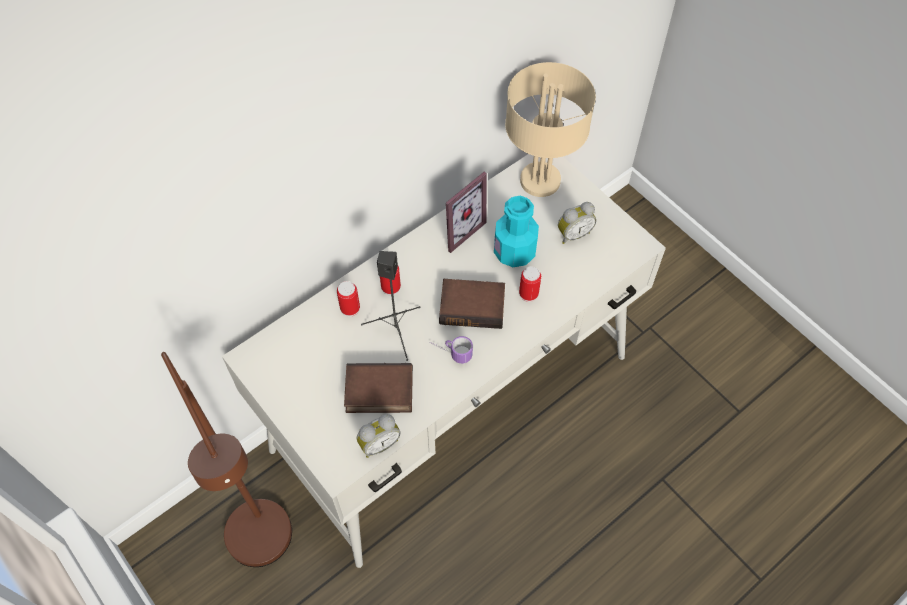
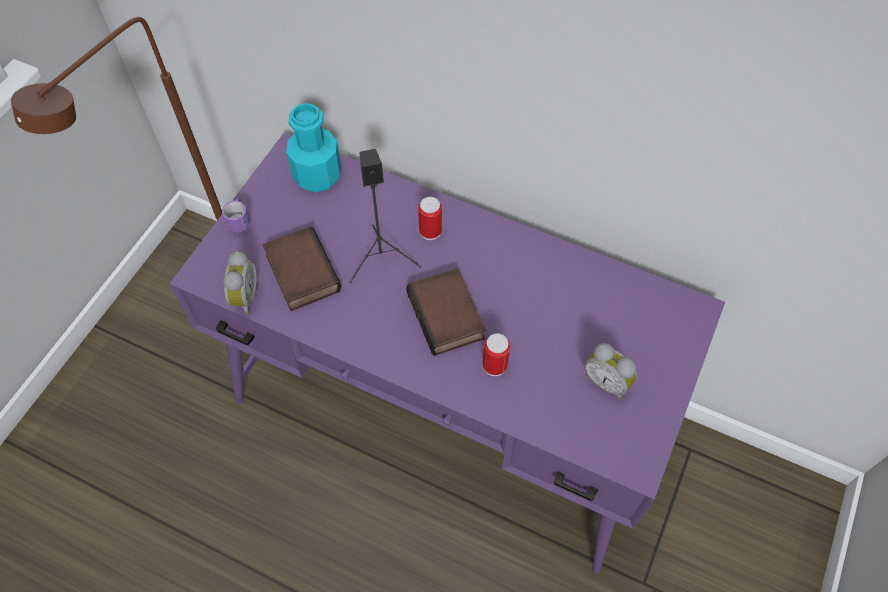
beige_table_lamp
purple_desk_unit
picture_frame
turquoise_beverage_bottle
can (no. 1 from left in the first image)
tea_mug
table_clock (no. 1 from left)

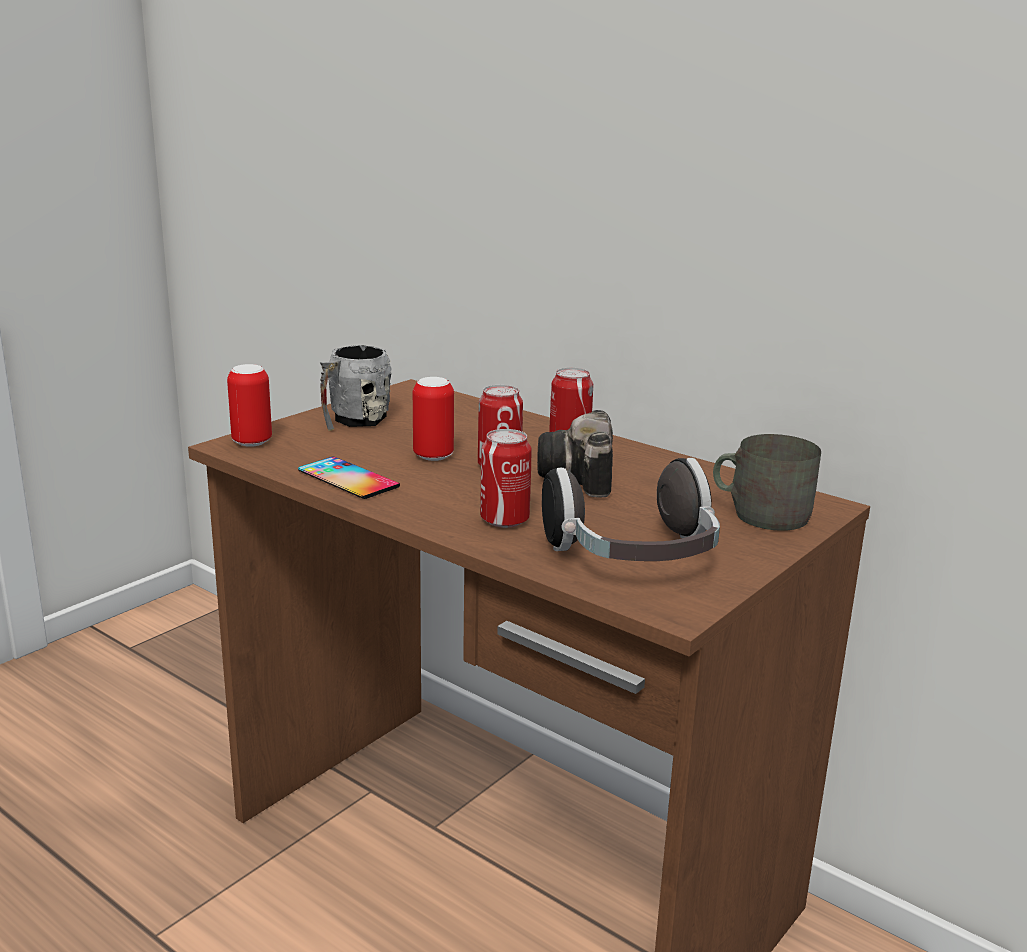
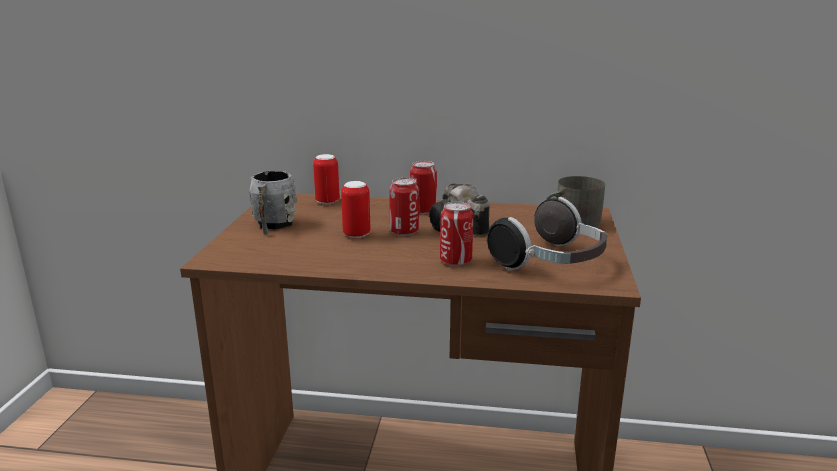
can (no. 1 from left)
handset

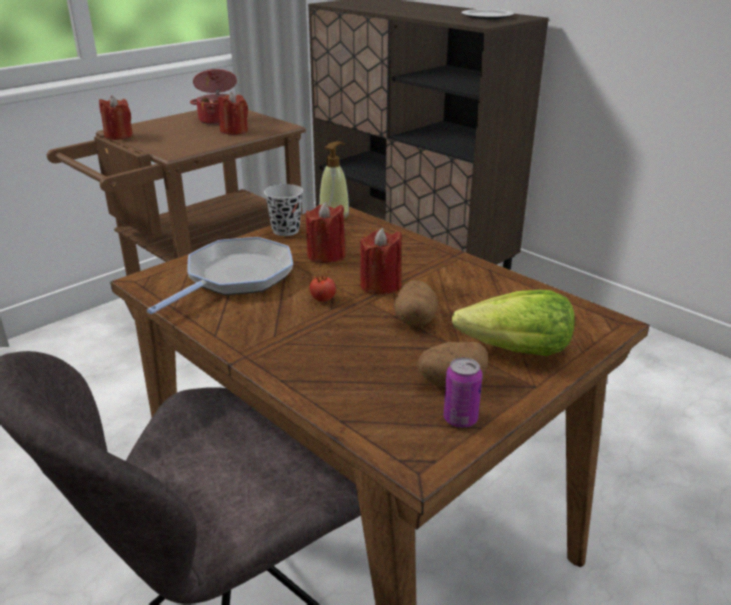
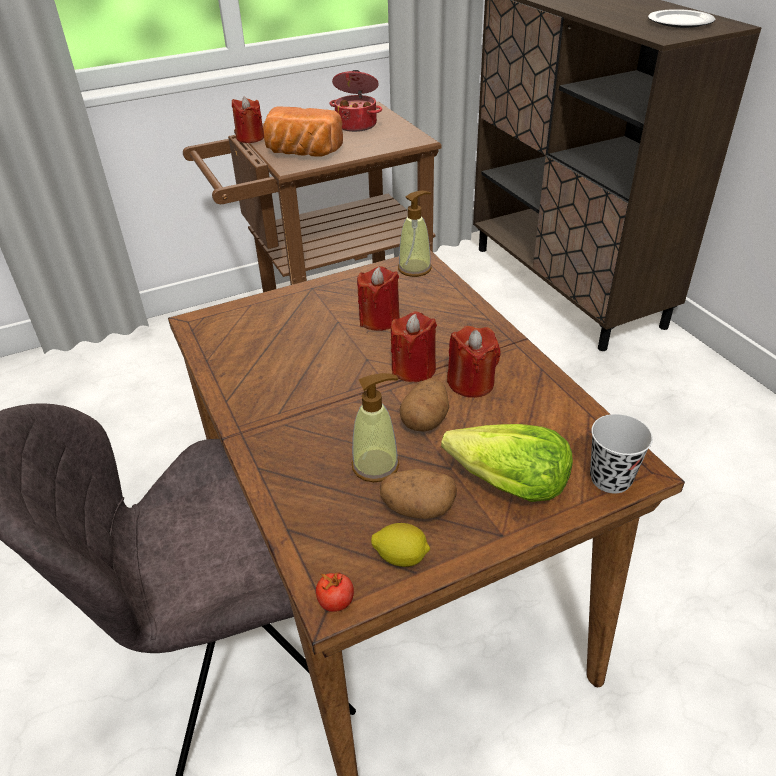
reddish_wax_candle (no. 4 from left)
blackish_drinking_cup
pan
tomato
citrus_fruit
bread
soap_dispenser (no. 1 from left)

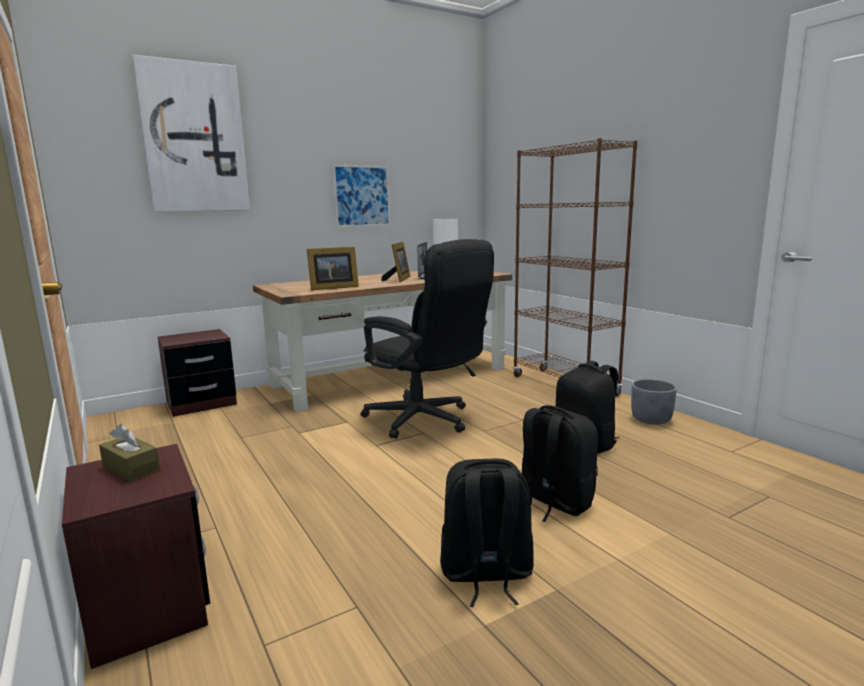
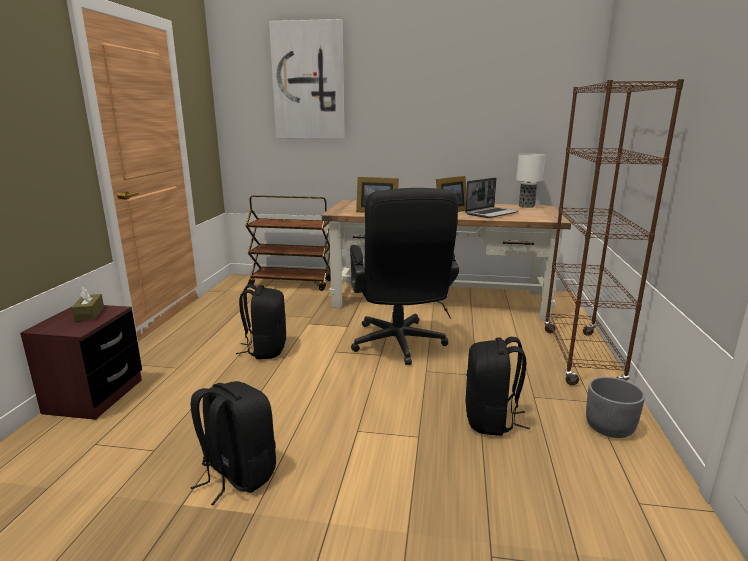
picture (no. 2 from left in the first image)
brown_wheeled_cart
blackish_backpack (no. 2 from left)

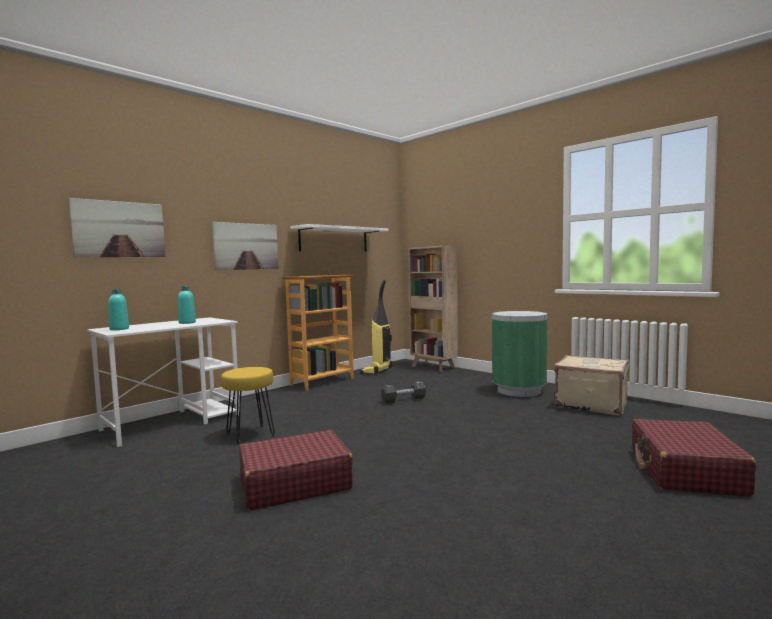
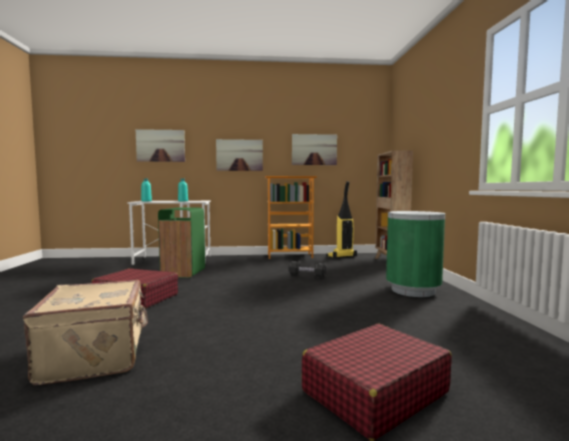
picture (no. 3 from left)
beige_suitcase
green_waste_bin (no. 1 from left)

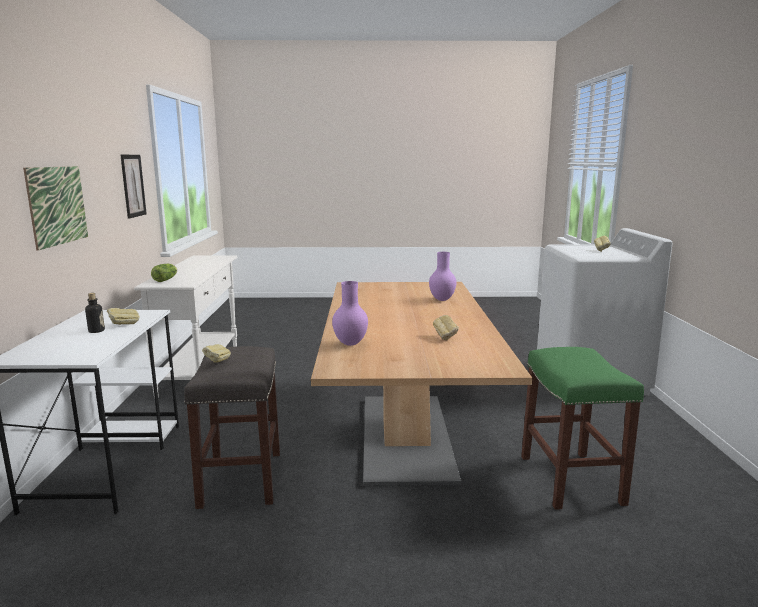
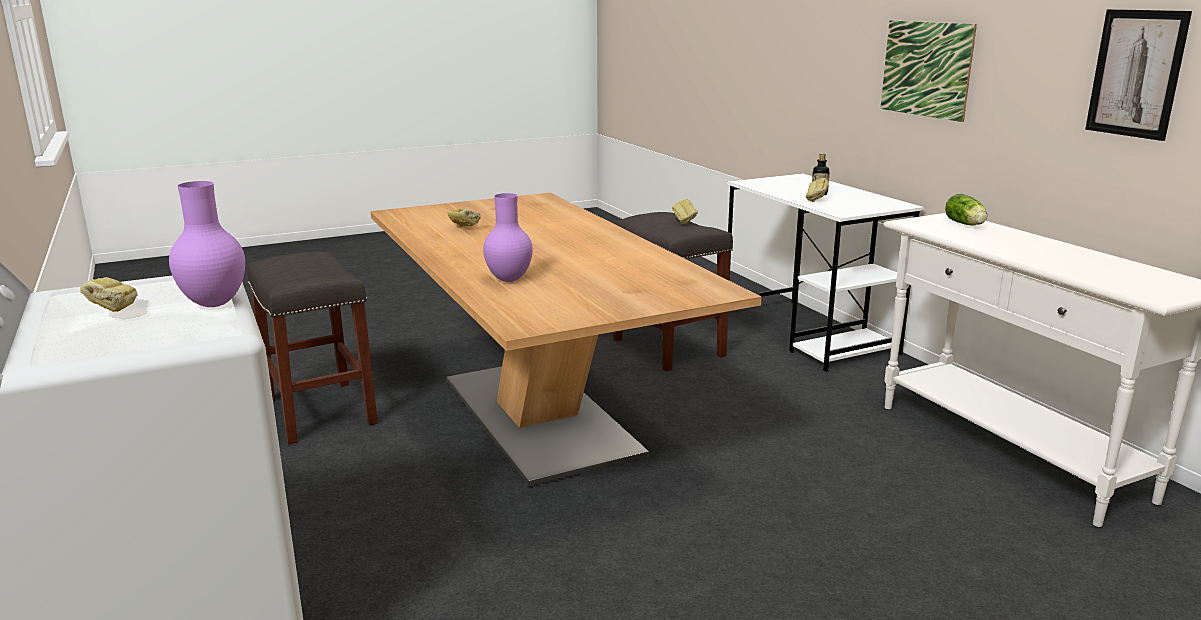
purple_flower_vase (no. 1 from left)
greyish_stool_seat (no. 1 from left)

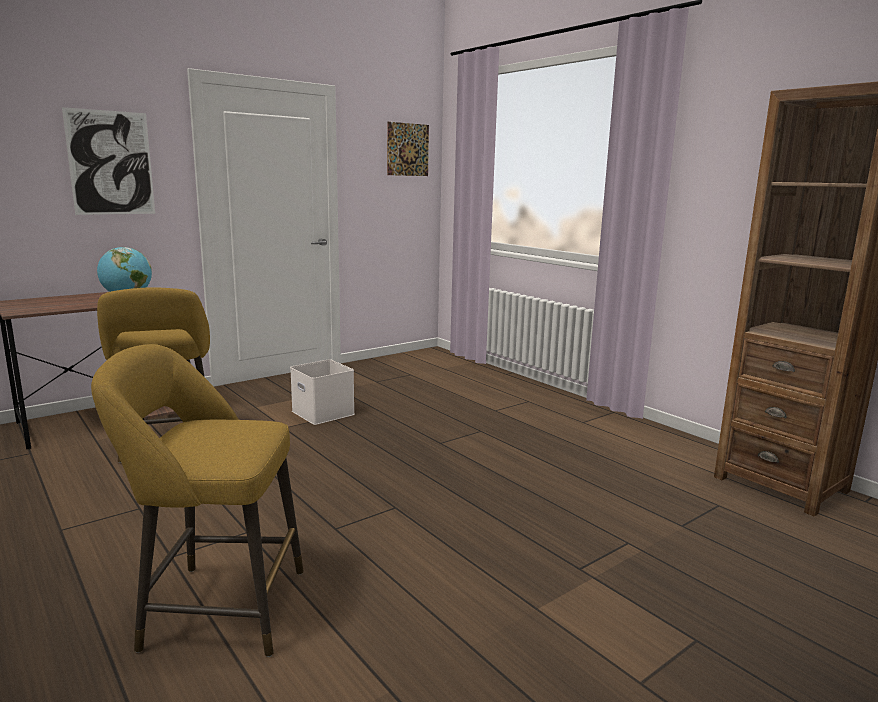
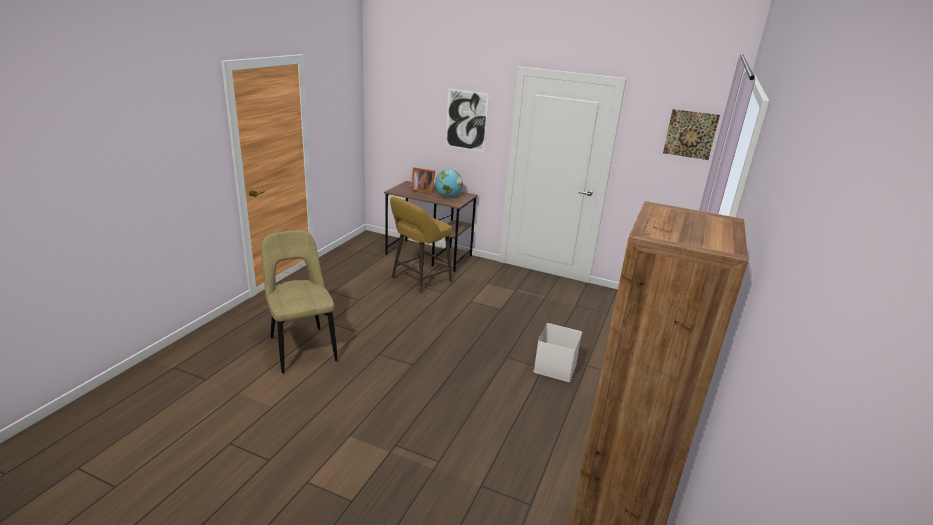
beige_chair
whitish_storage_container
picture_frame

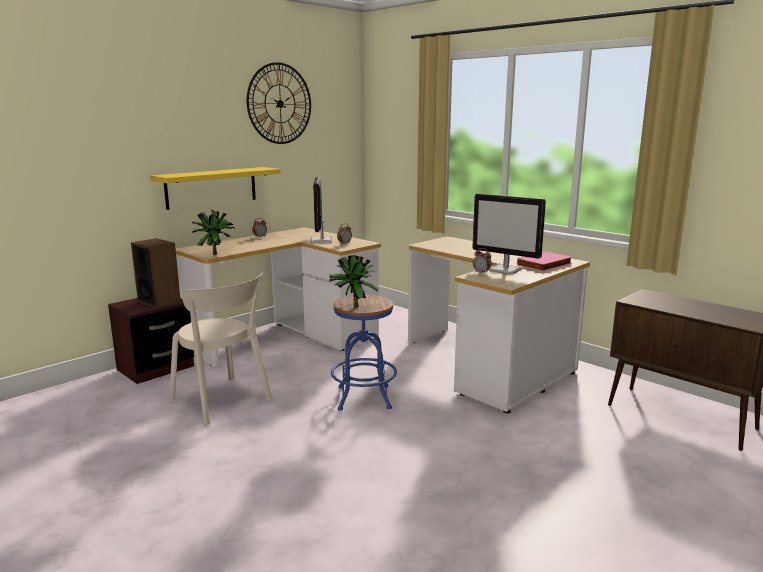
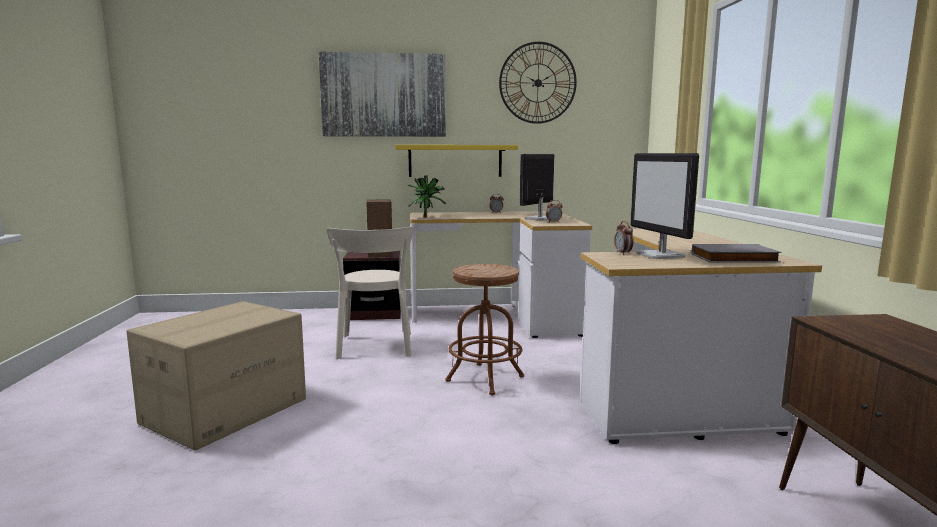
greyish_book
houseplant (no. 2 from left in the first image)
brown_stool_seat
picture
cardboard_box

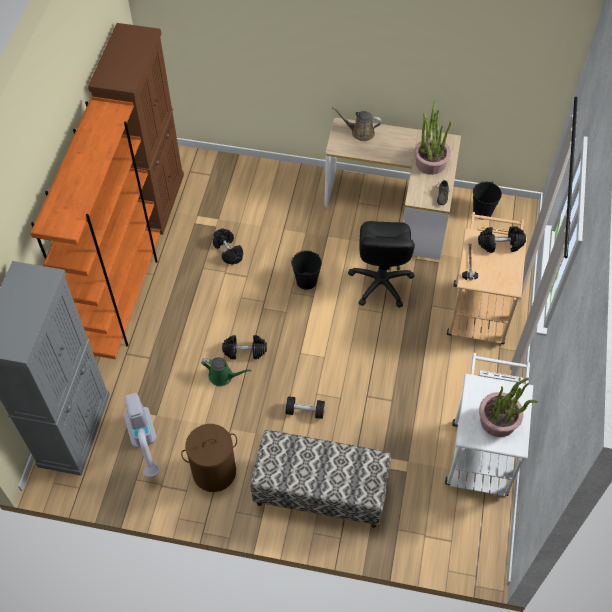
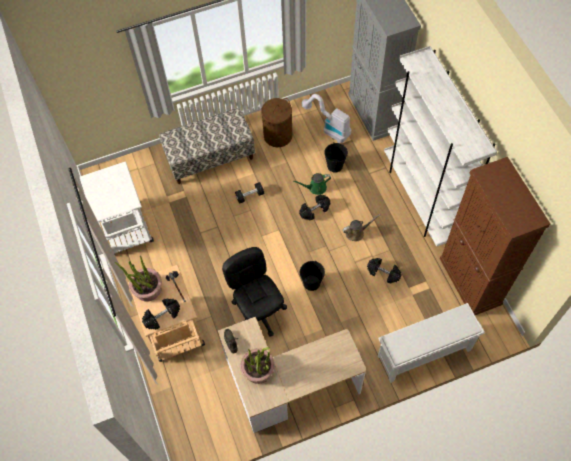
whitish_bookshelf
brown_sprinkling_can
blackish_pail (no. 2 from left)
houseplant (no. 1 from left)
whitish_shoe_rack

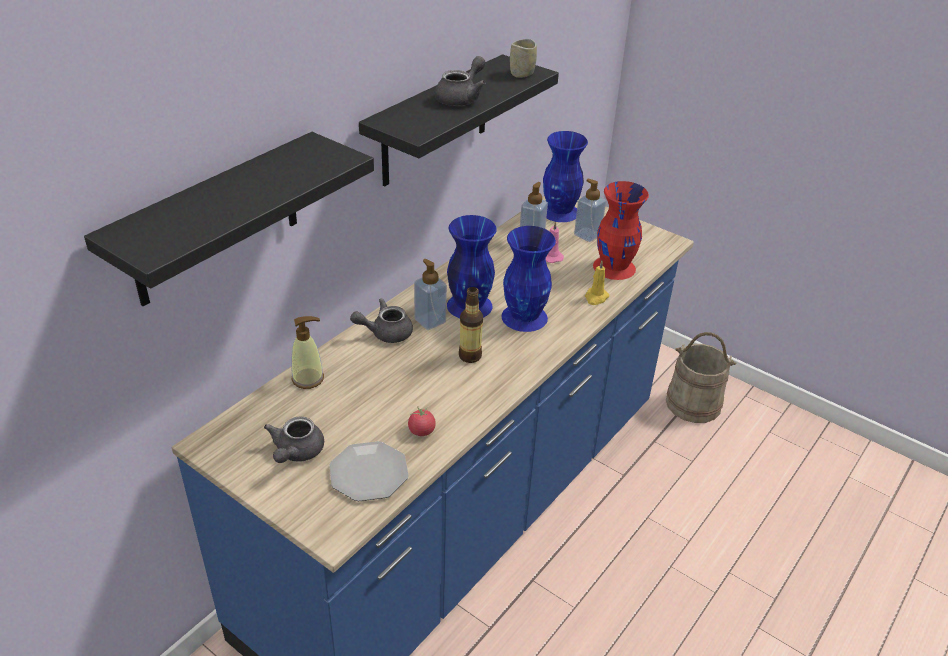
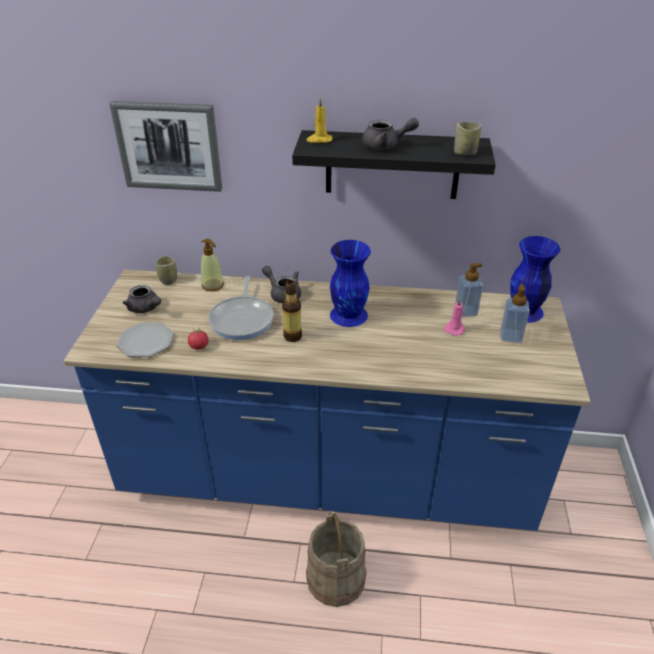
picture
reddish_flower_vase
bluish_flower_vase (no. 2 from left in the first image)
soap_dispenser (no. 2 from left in the first image)
yellow_wax_candle
beige_pail
greyish_teapot (no. 1 from left)
drinking_cup (no. 1 from left)
pan

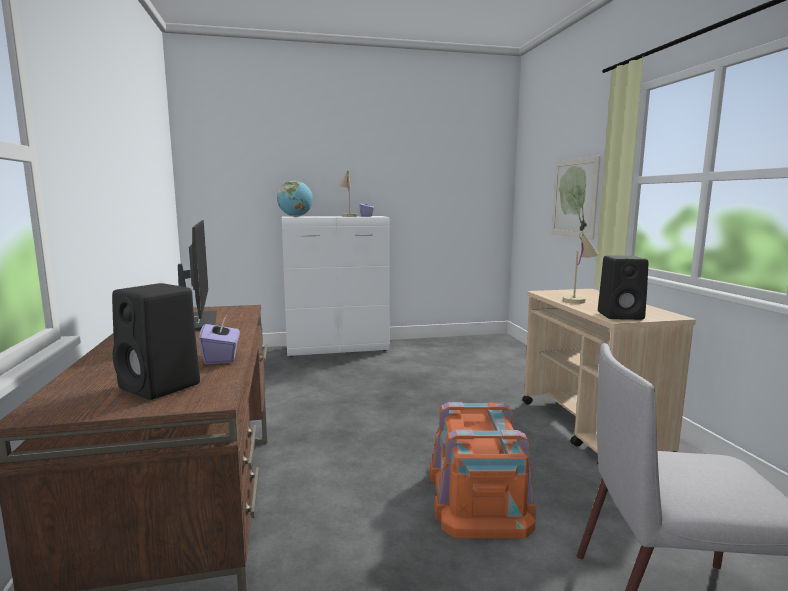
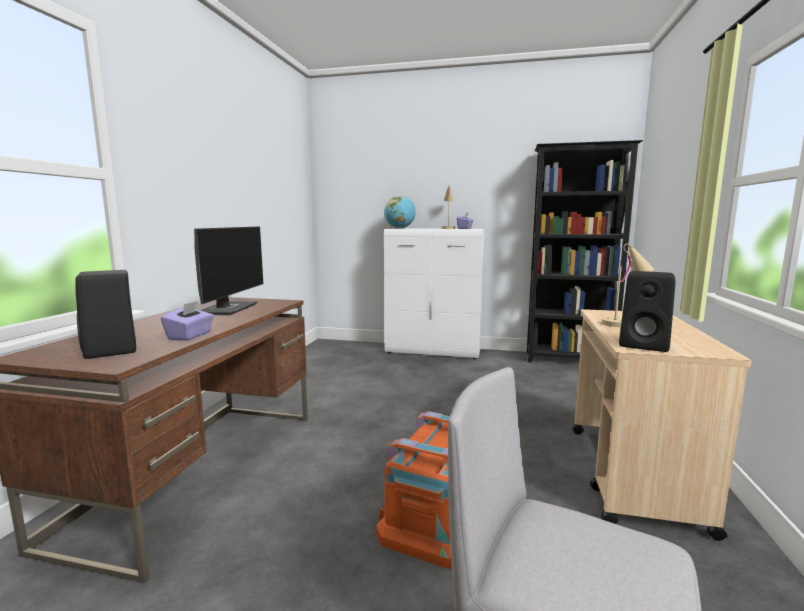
picture
blackish_bookshelf

